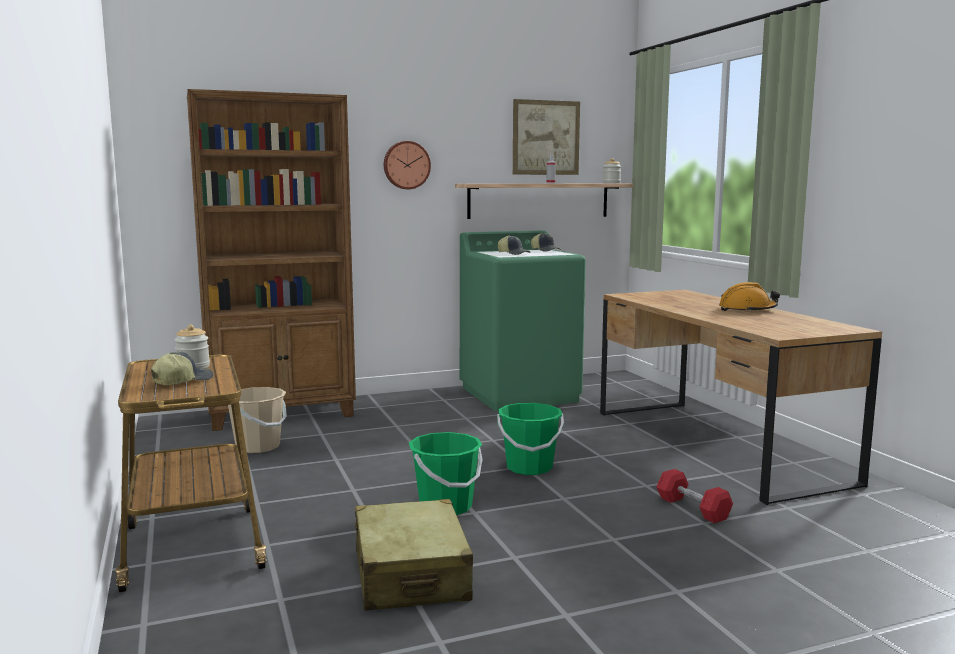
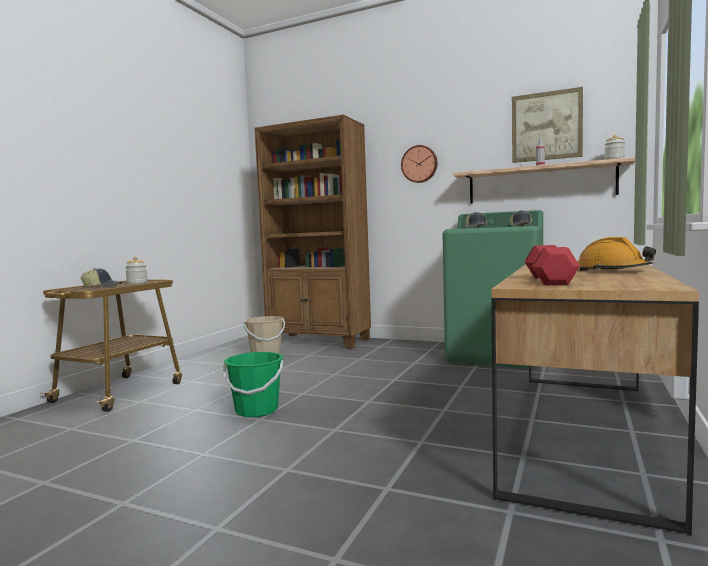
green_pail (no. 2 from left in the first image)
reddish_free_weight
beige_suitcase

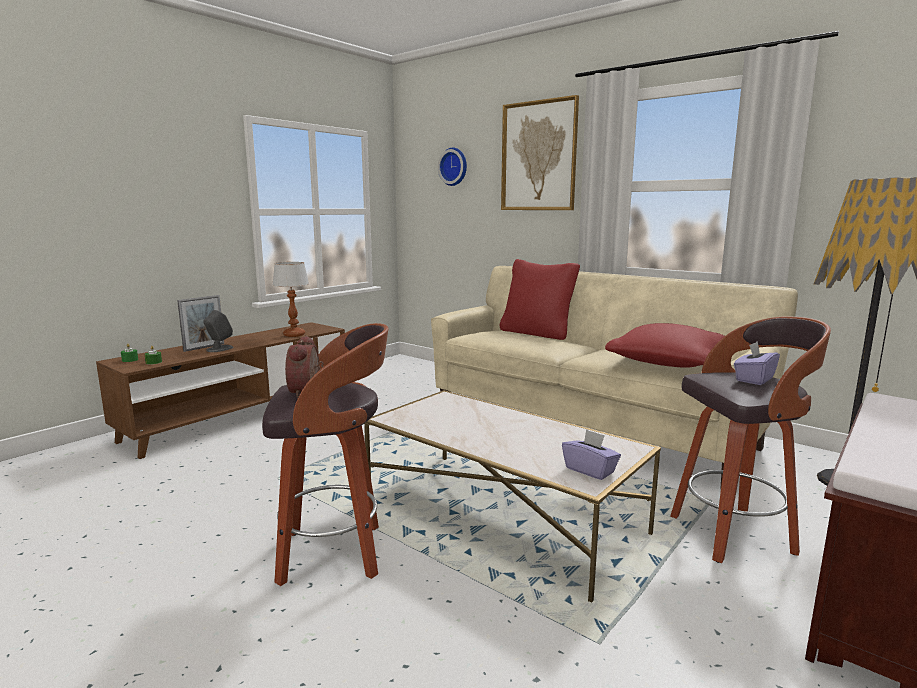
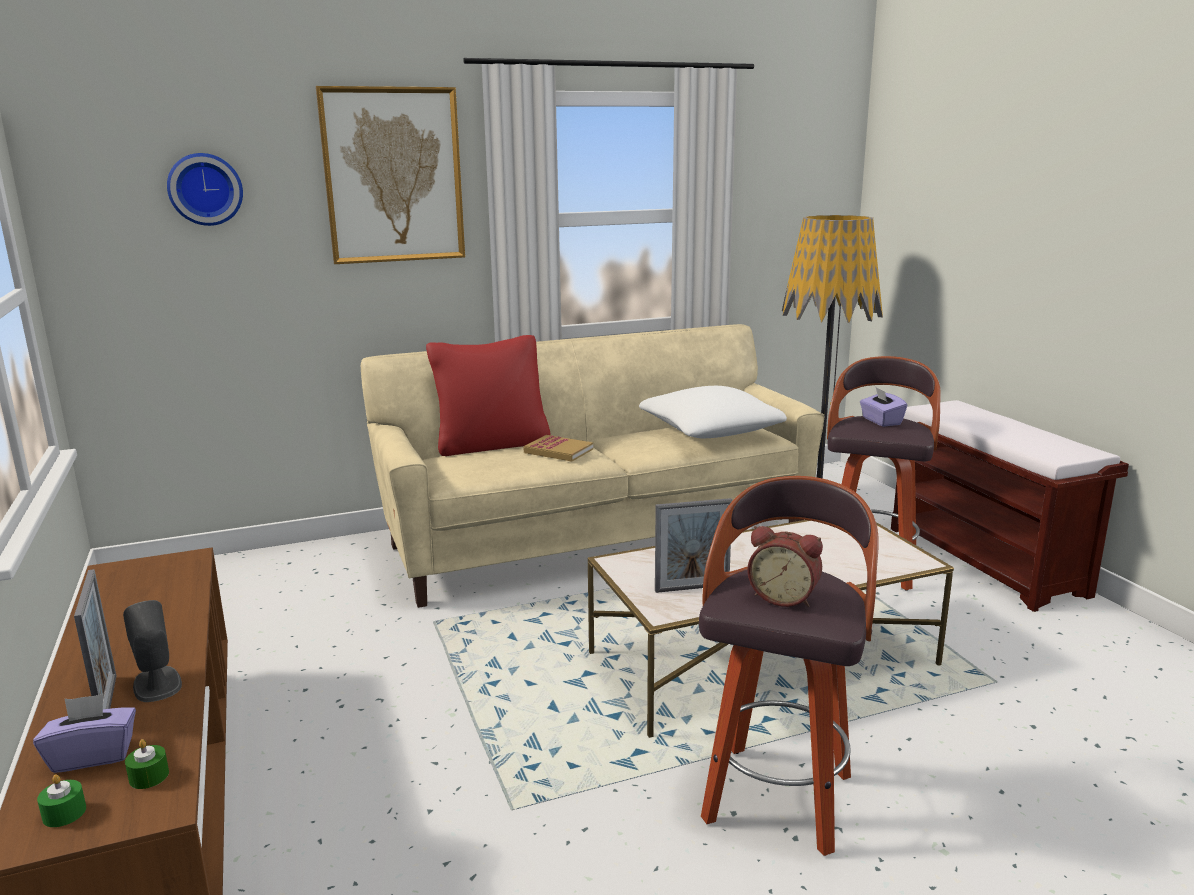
table_lamp
whitish_cushion
purple_tissue_box (no. 1 from left)
book
picture_frame (no. 2 from left)

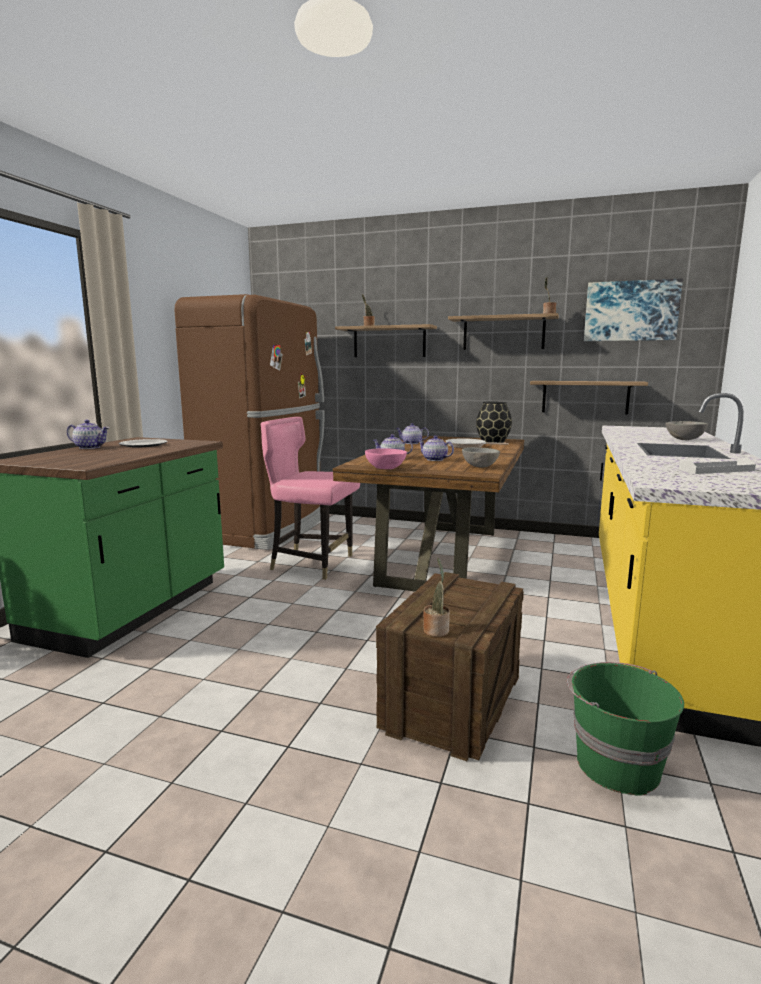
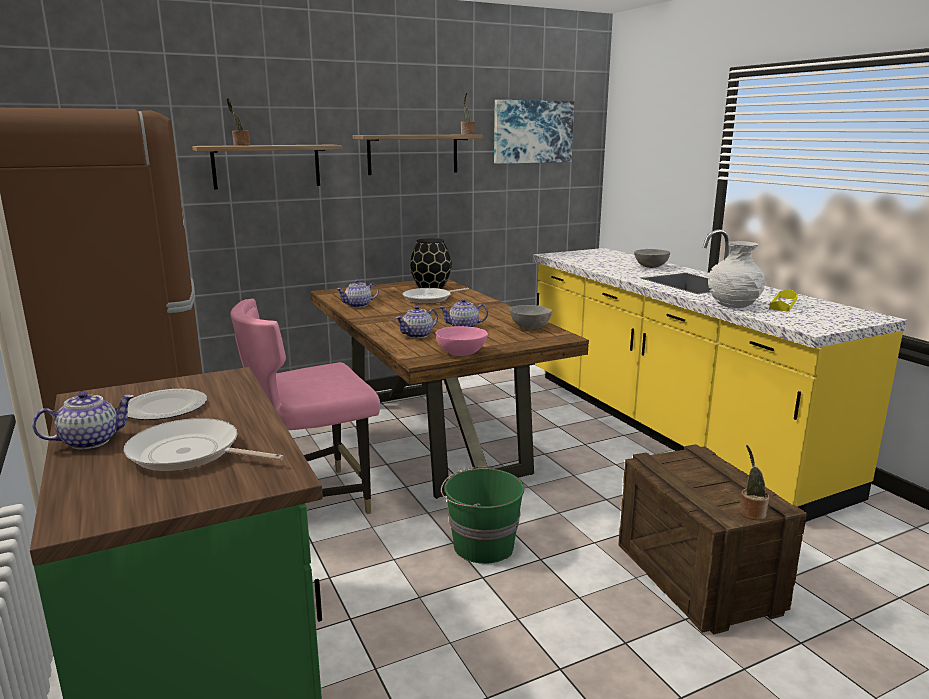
shelf (no. 3 from left in the first image)
yellow_tray
green_pail
whitish_flower_vase
pan (no. 1 from left)

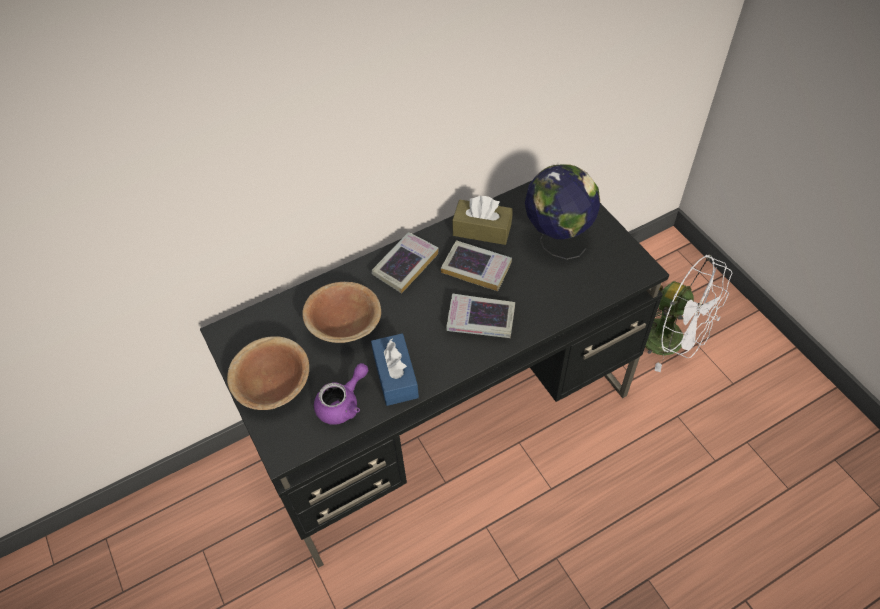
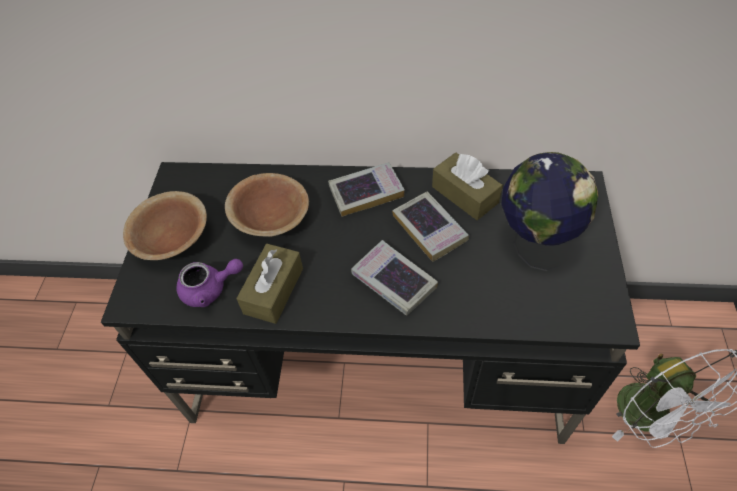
brown_tissue_box (no. 1 from left)

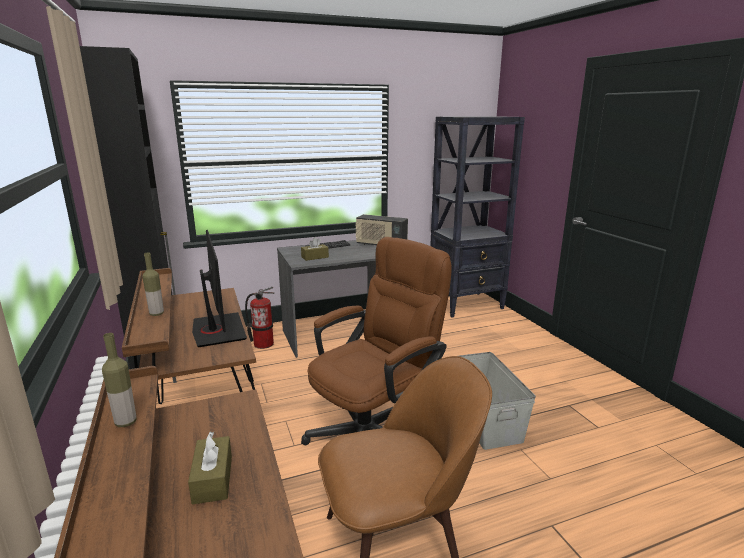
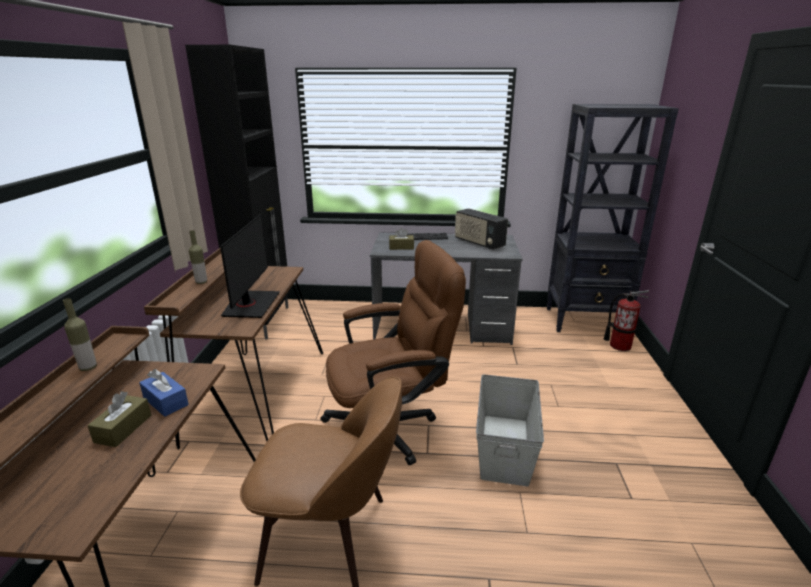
extinguisher
bluish_tissue_box

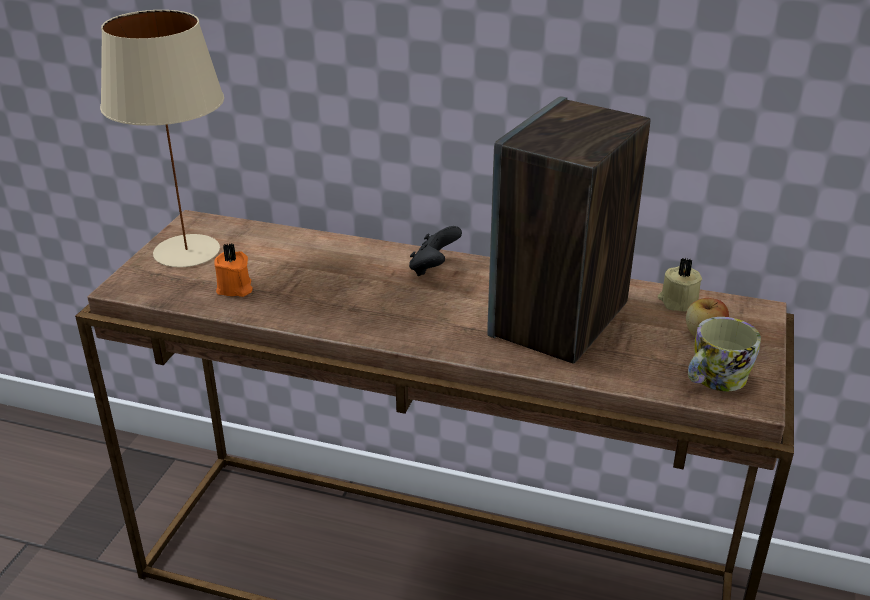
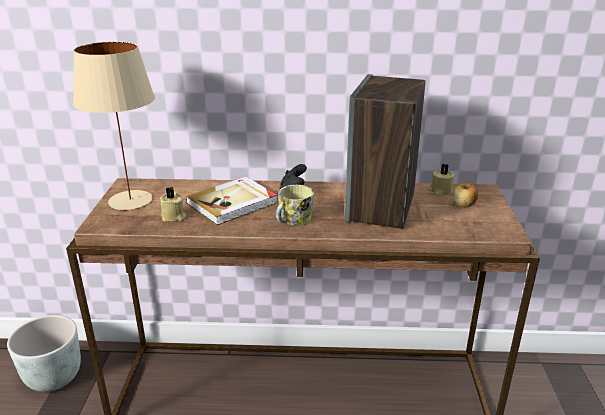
beige_wax_candle (no. 1 from left)
tea_mug
book
greyish_flower_pot

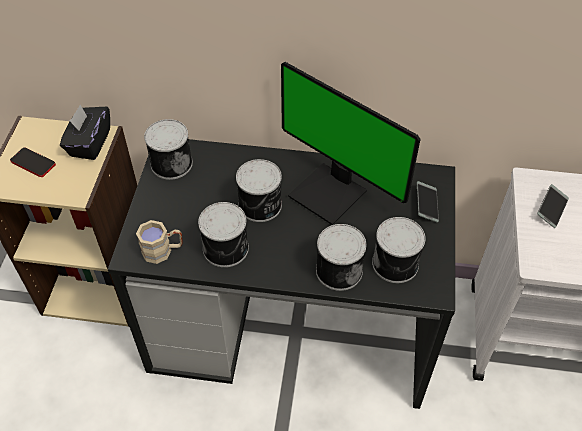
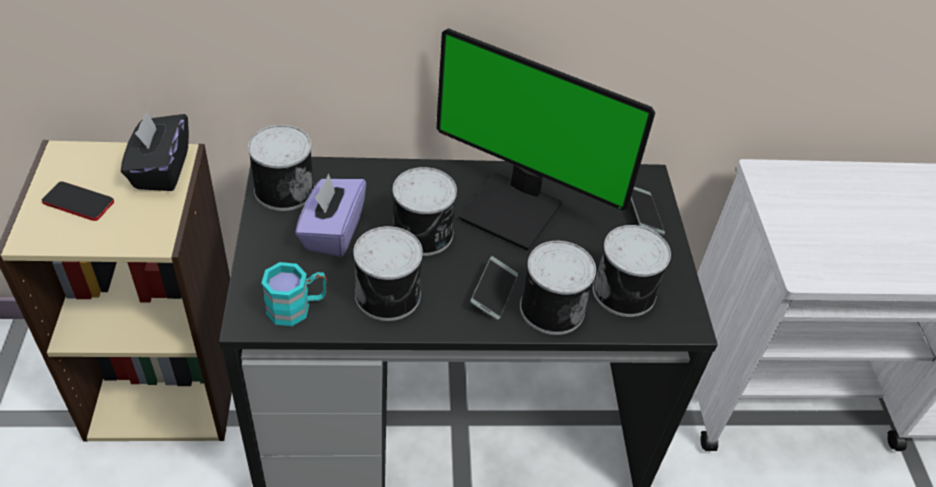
handset (no. 2 from left)
turquoise_tea_mug
purple_tissue_box

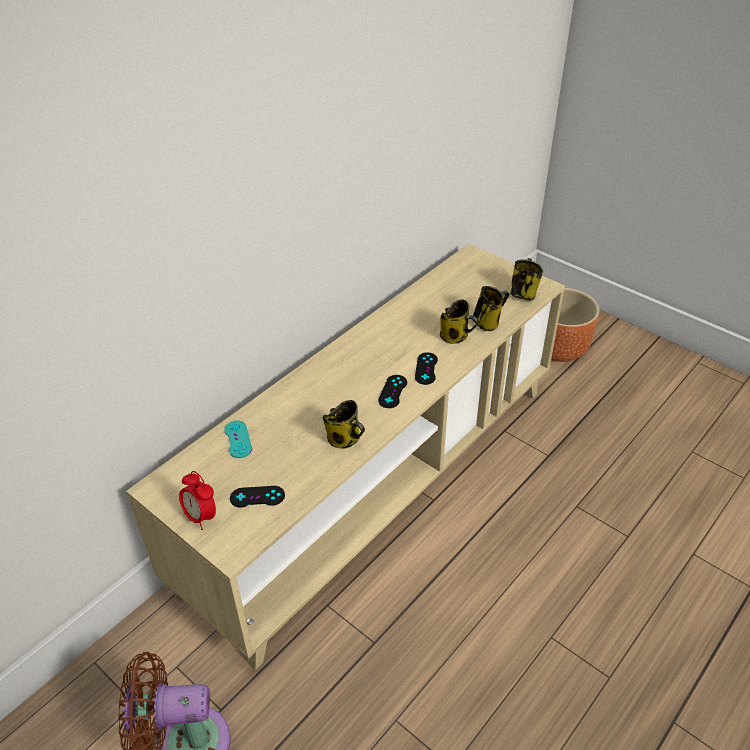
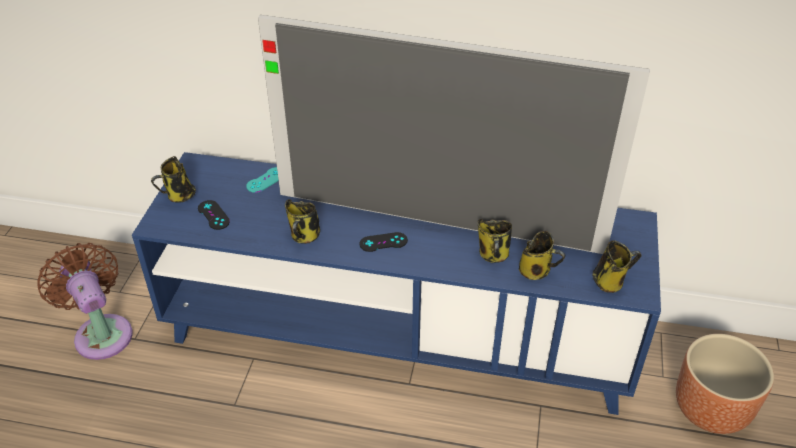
bluish_tv_stand
blackish_gamepad (no. 3 from left in the first image)
tea_mug (no. 1 from left)
TV

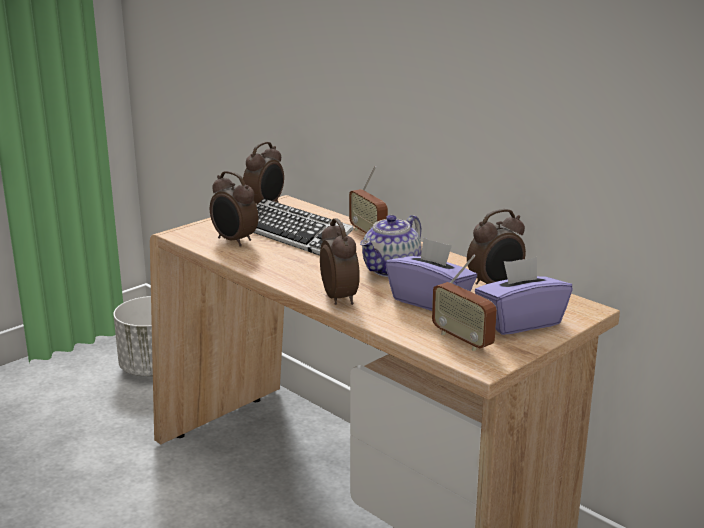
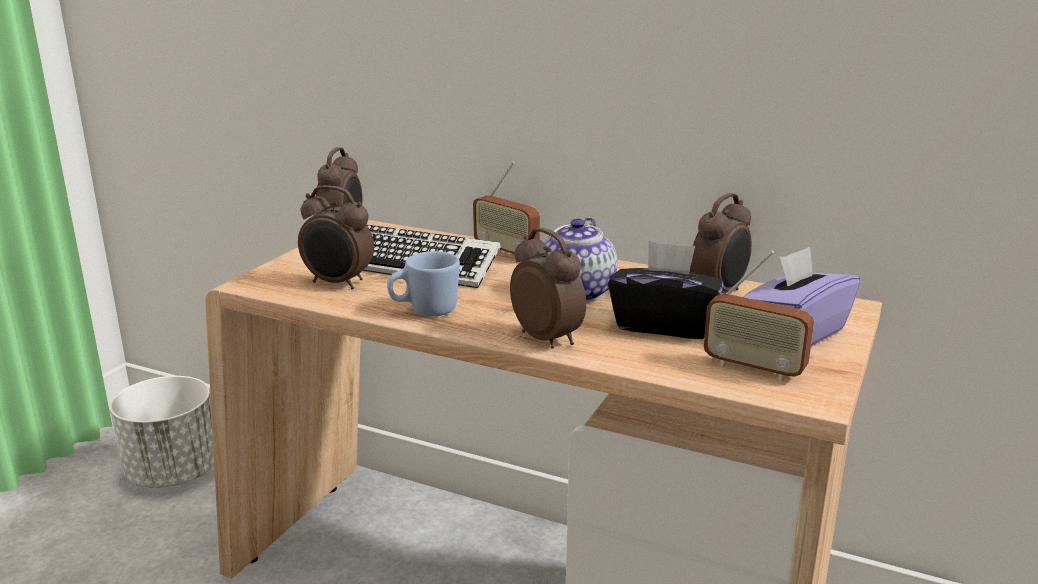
blackish_tissue_box
bluish_tea_mug

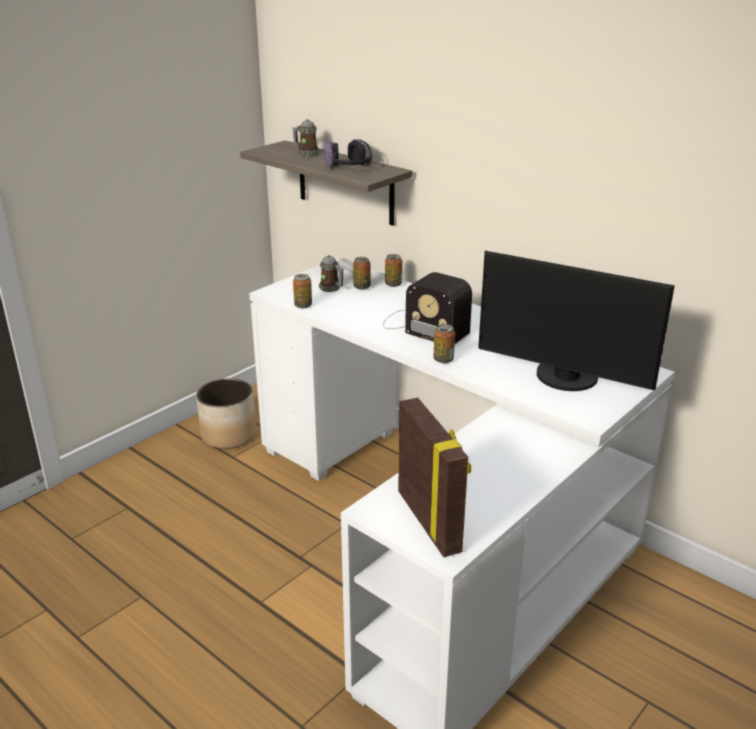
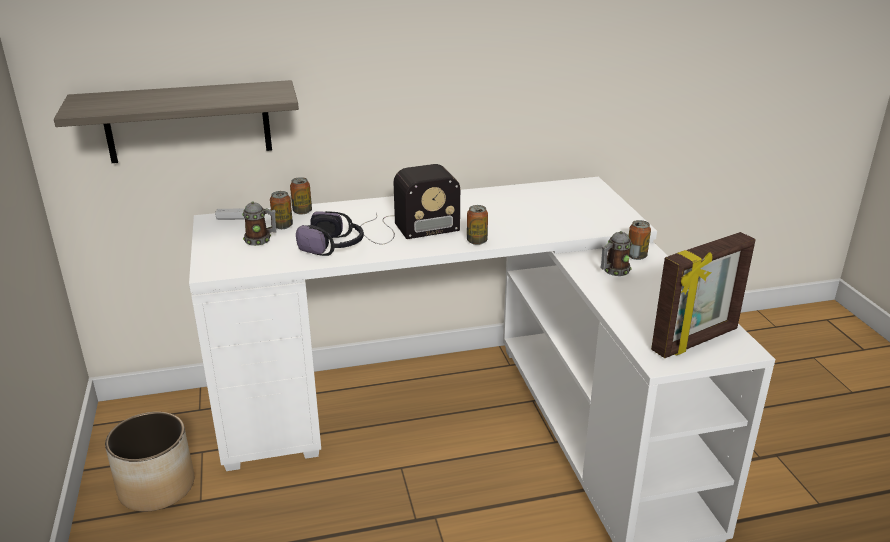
tea_mug (no. 2 from left)
pair_of_headphones
monitor
can (no. 4 from left)
picture_frame

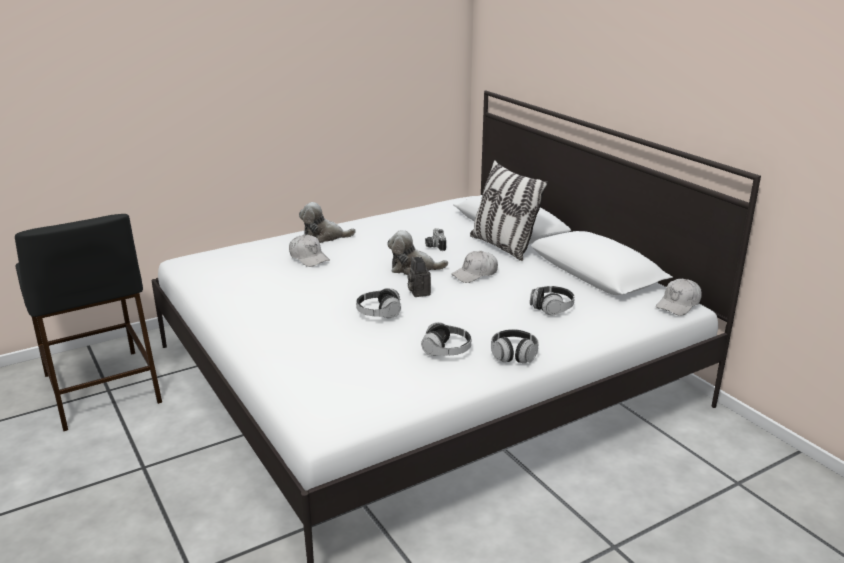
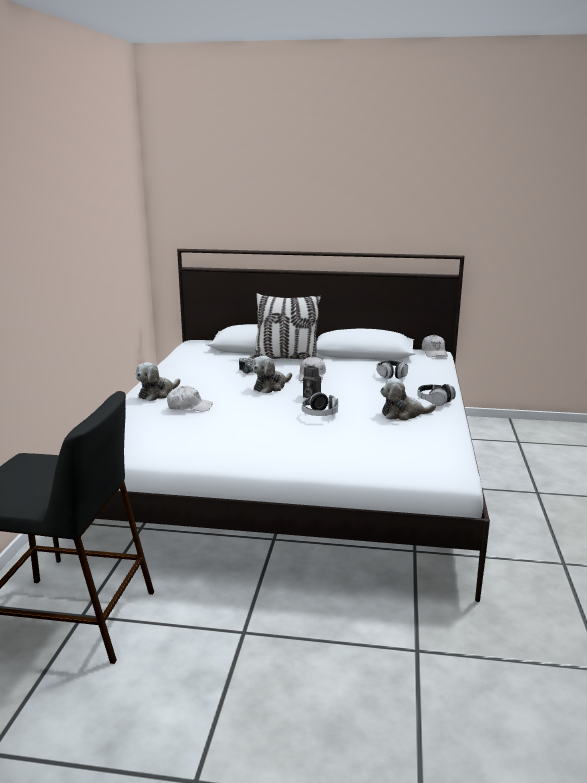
cuddly_toy (no. 3 from left)

